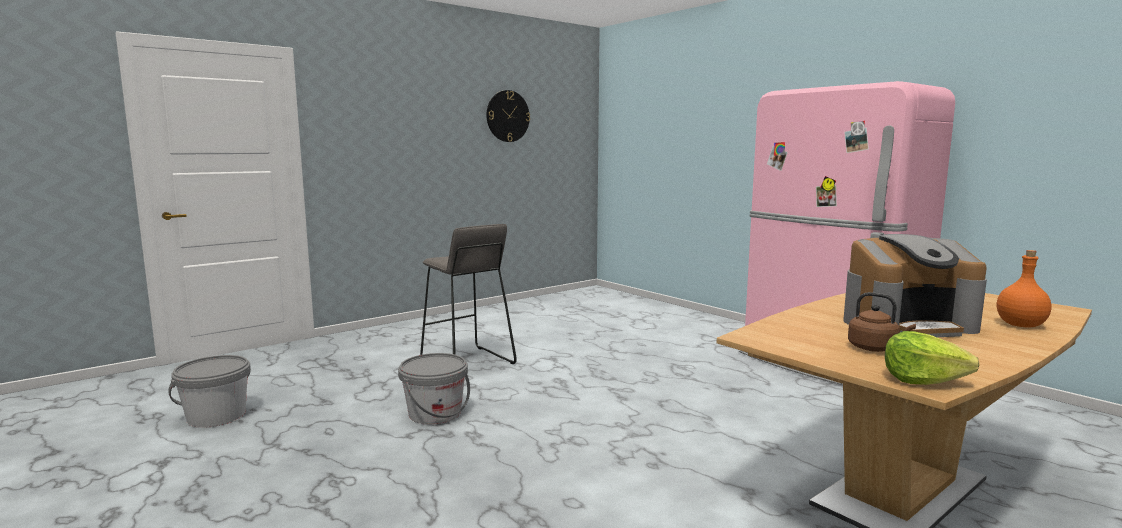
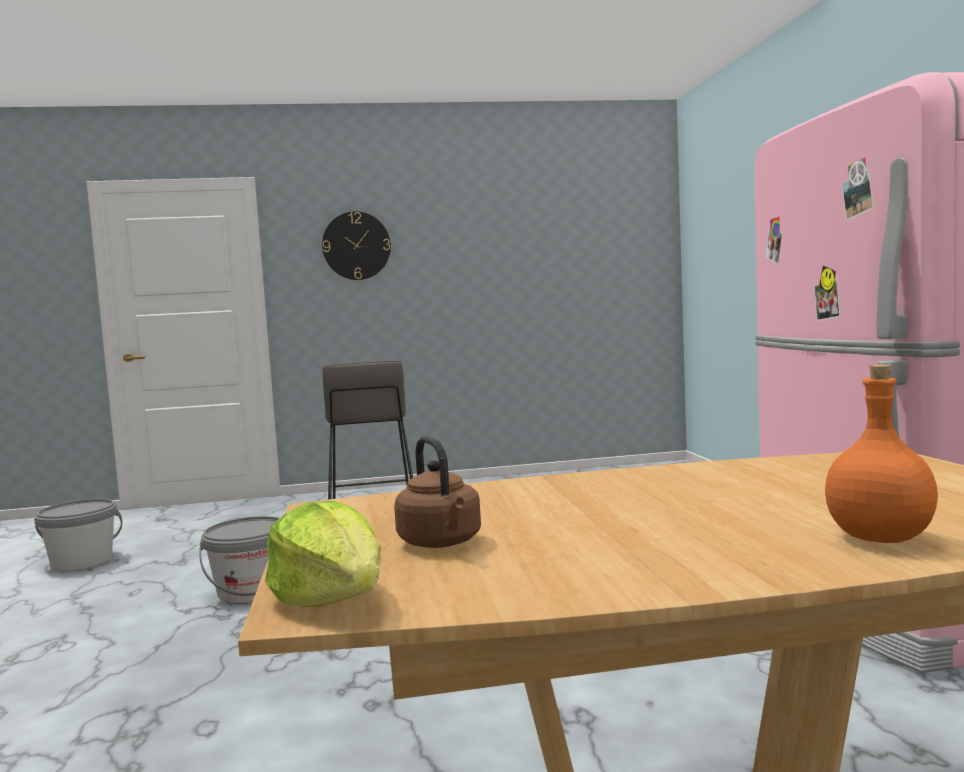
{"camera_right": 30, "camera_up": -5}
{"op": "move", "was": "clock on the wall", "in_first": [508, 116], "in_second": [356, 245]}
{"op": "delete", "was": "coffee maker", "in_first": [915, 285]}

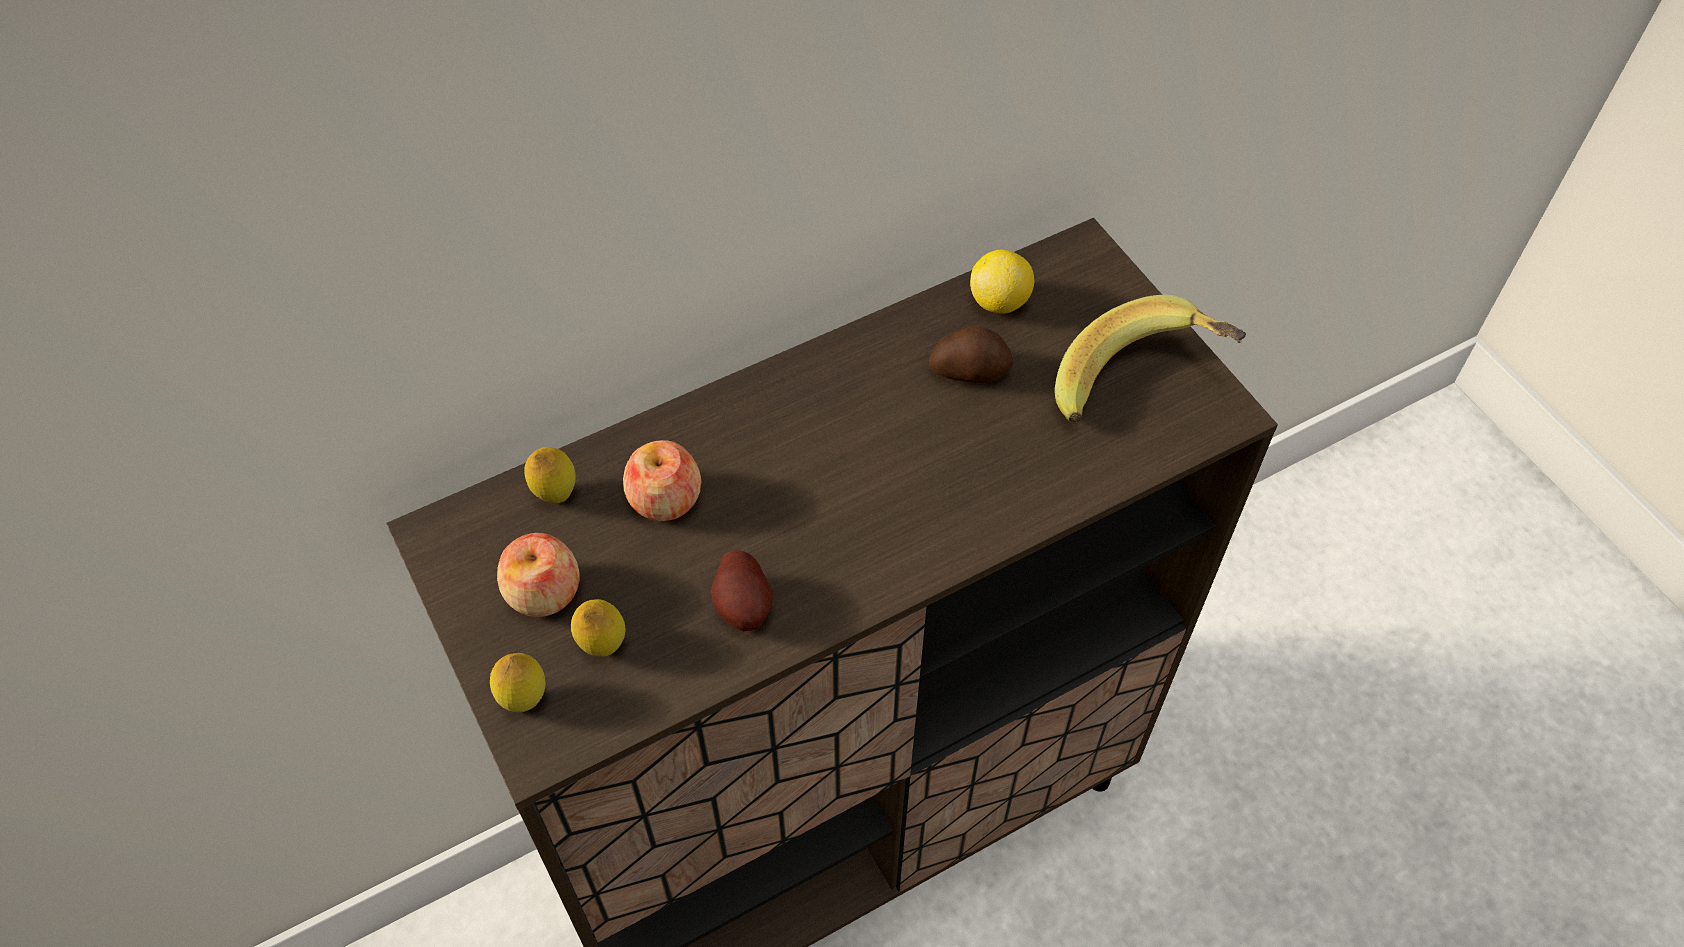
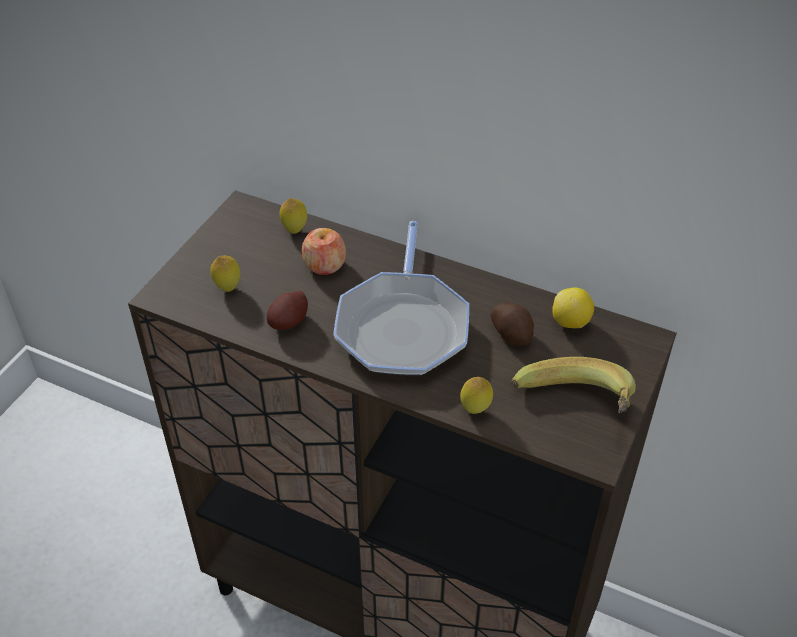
{"camera_right": 55, "camera_up": -10}
{"op": "delete", "was": "whole apple", "in_first": [538, 575]}
{"op": "move", "was": "lemon", "in_first": [518, 682], "in_second": [476, 395]}
{"op": "insert", "now": "skillet", "in_second": [401, 298]}

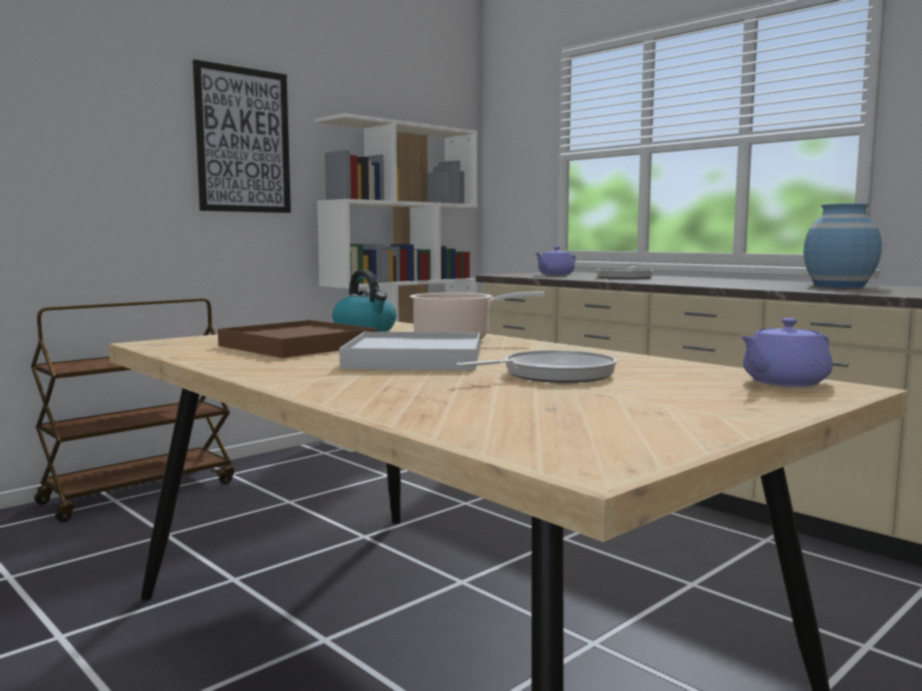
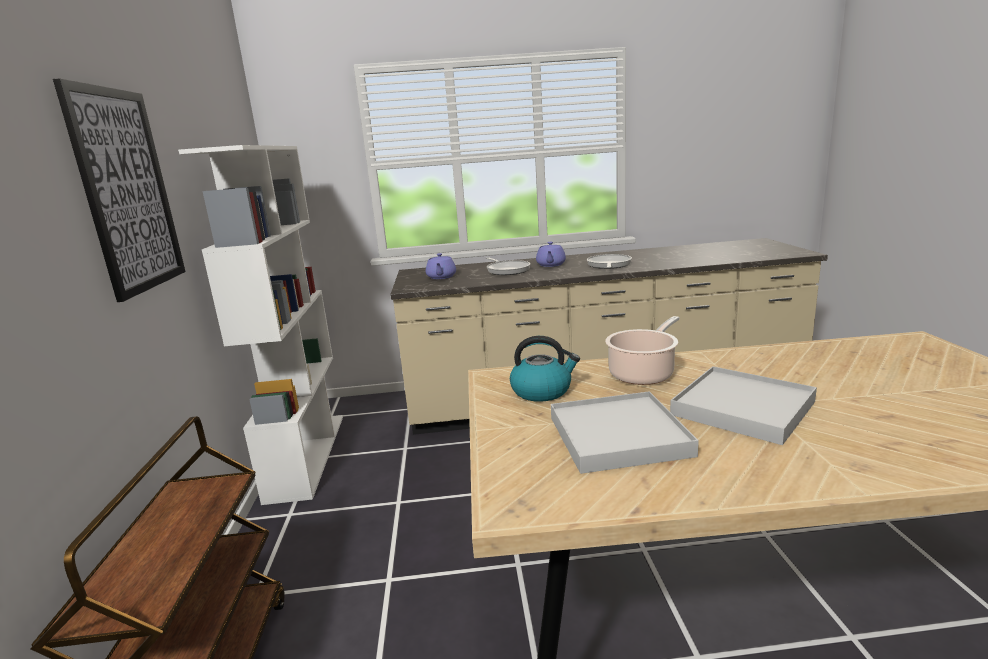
{"camera_right": -50, "camera_up": 10}
{"op": "delete", "was": "blue-coloured flower vase", "in_first": [842, 245]}
{"op": "move", "was": "purplish pot for tea", "in_first": [786, 352], "in_second": [551, 254]}
{"op": "recolor", "was": "brown-coloured tray", "now": "white-coloured tray", "in_first": [297, 339], "in_second": [625, 432]}
{"op": "move", "was": "skillet", "in_first": [536, 366], "in_second": [609, 261]}

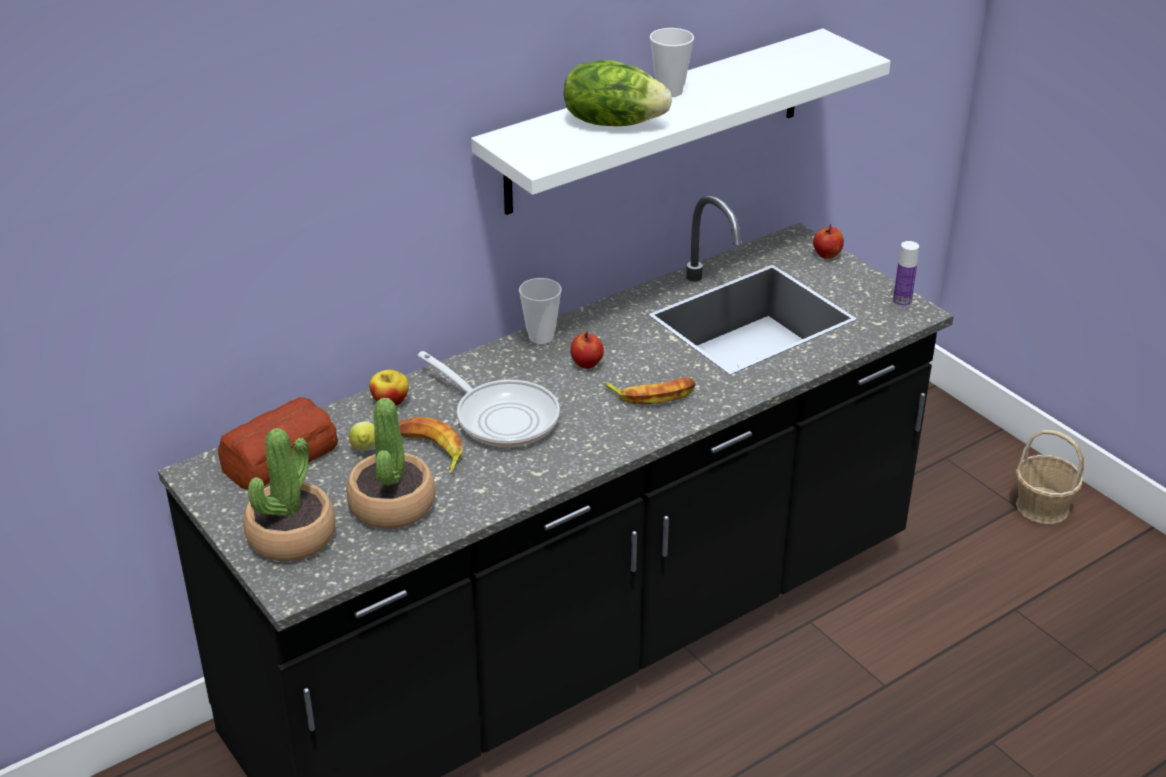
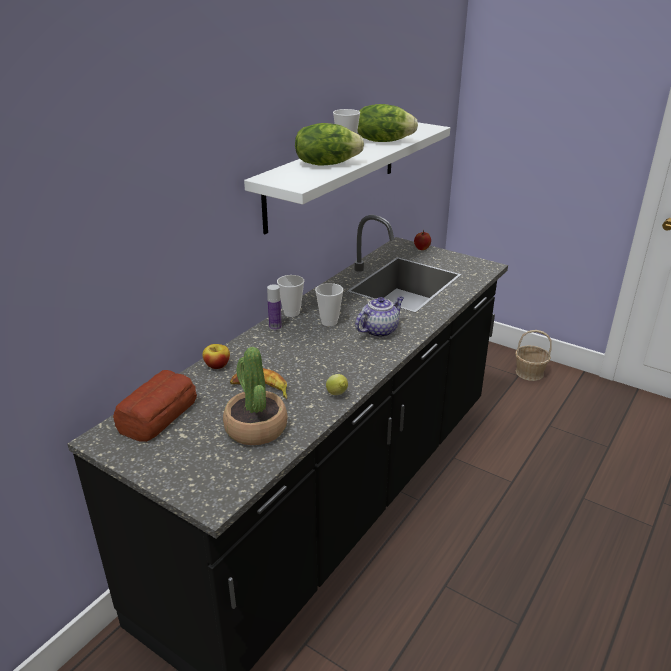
{"camera_right": -20, "camera_up": -5}
{"op": "move", "was": "beverage bottle", "in_first": [906, 274], "in_second": [274, 307]}
{"op": "replace", "was": "whole apple", "now": "cup", "in_first": [587, 350], "in_second": [329, 304]}
{"op": "delete", "was": "skillet", "in_first": [489, 399]}
{"op": "replace", "was": "banana fruit", "now": "pot for tea", "in_first": [650, 391], "in_second": [379, 317]}
{"op": "move", "was": "lemon", "in_first": [362, 436], "in_second": [337, 384]}
{"op": "delete", "was": "houseplant", "in_first": [289, 494]}
{"op": "insert", "now": "lettuce head", "in_second": [387, 123]}

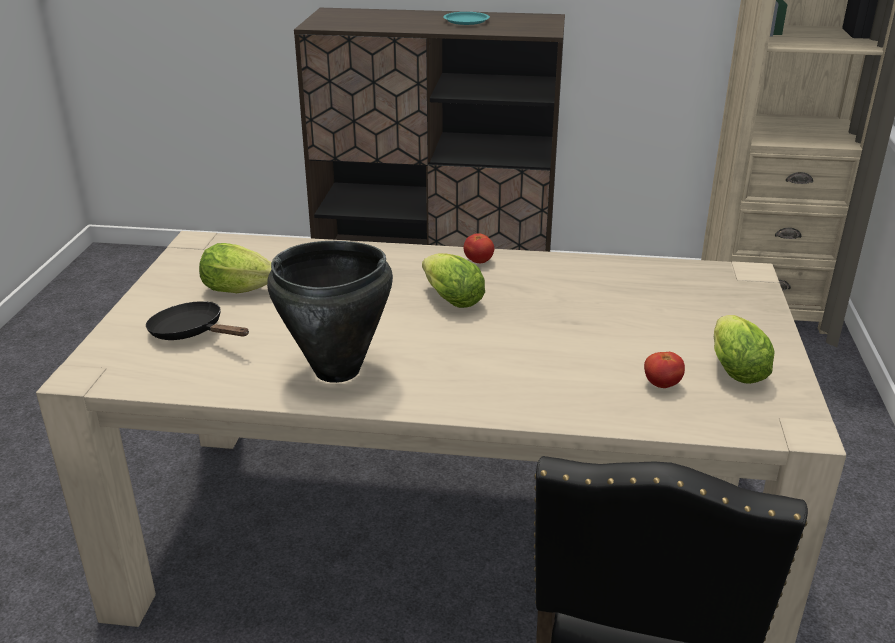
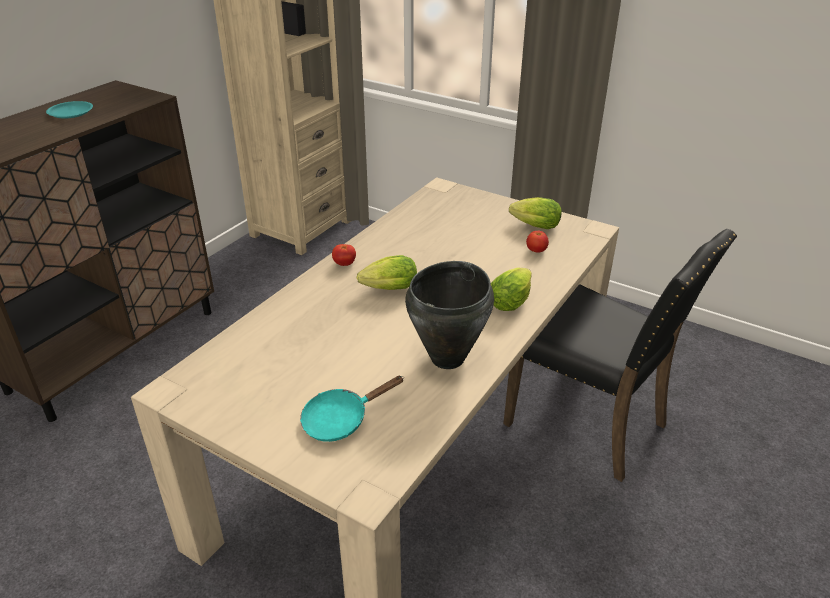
{"camera_right": -65, "camera_up": 5}
{"op": "move", "was": "lettuce head", "in_first": [235, 268], "in_second": [511, 289]}
{"op": "recolor", "was": "blackish skillet", "now": "blue-green skillet", "in_first": [197, 320], "in_second": [352, 409]}

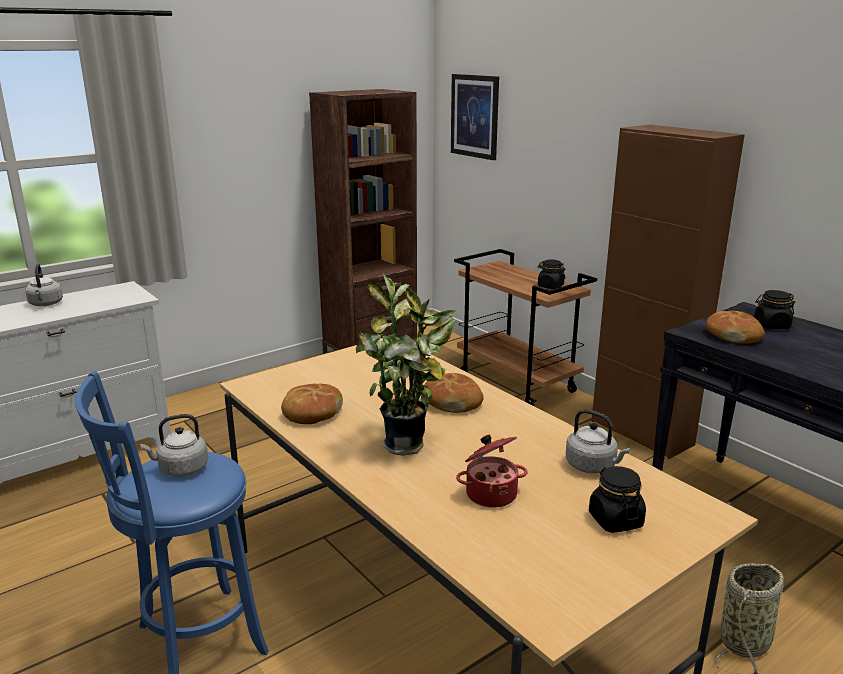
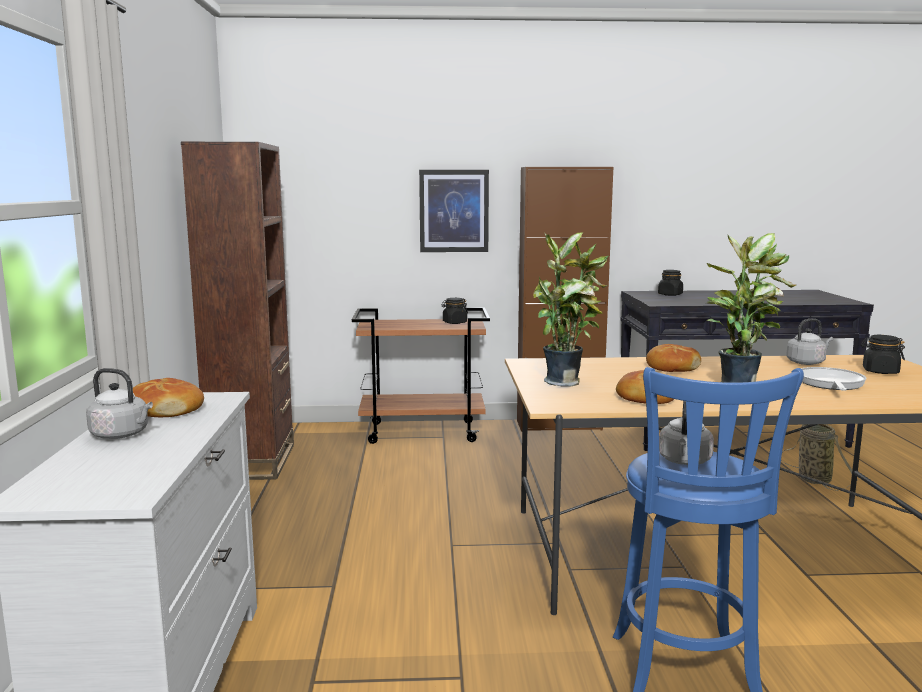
{"camera_right": -55, "camera_up": -10}
{"op": "move", "was": "wall art", "in_first": [475, 117], "in_second": [454, 211]}
{"op": "move", "was": "bread", "in_first": [735, 327], "in_second": [168, 397]}
{"op": "replace", "was": "stockpot", "now": "skillet", "in_first": [491, 471], "in_second": [833, 379]}
{"op": "insert", "now": "houseplant", "in_second": [570, 309]}

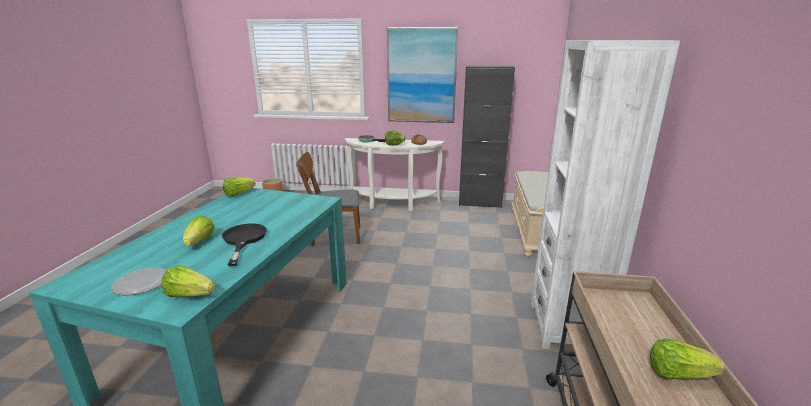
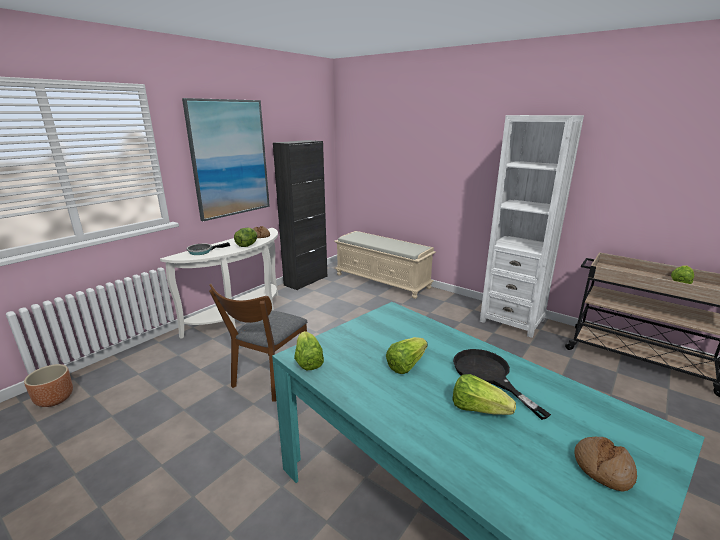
{"camera_right": -60, "camera_up": 0}
{"op": "rotate", "was": "blackish skillet", "in_first": [244, 245], "in_second": [502, 384], "clockwise": 45}
{"op": "move", "was": "lettuce head", "in_first": [188, 281], "in_second": [407, 355]}
{"op": "replace", "was": "flat dish", "now": "bread", "in_first": [139, 281], "in_second": [605, 464]}

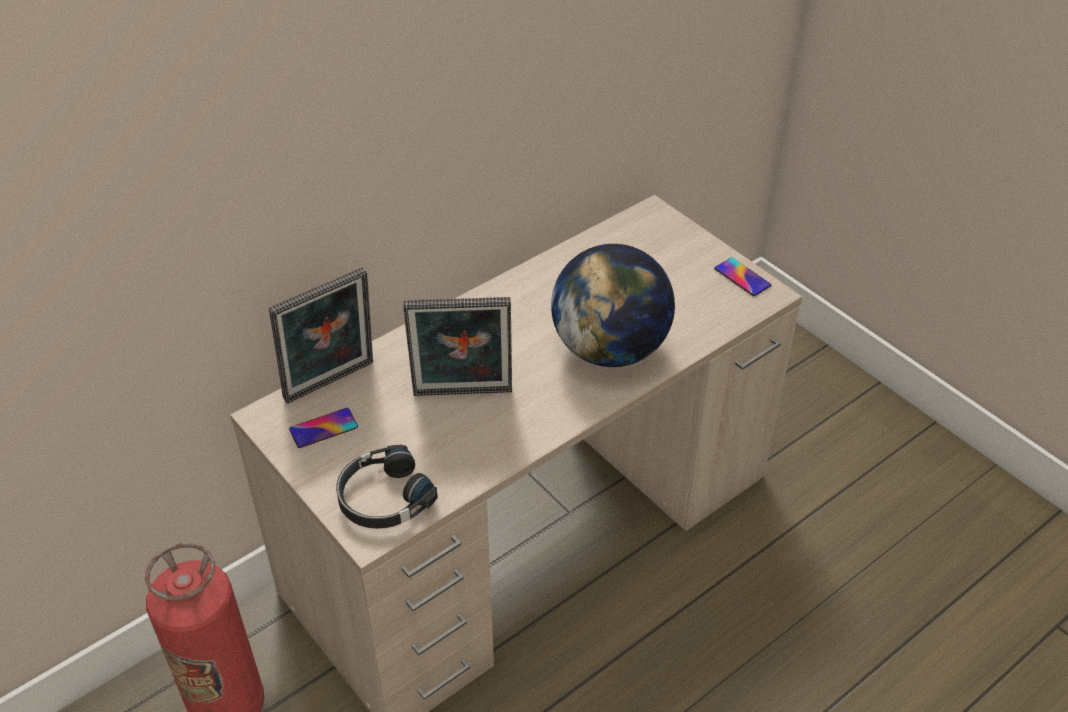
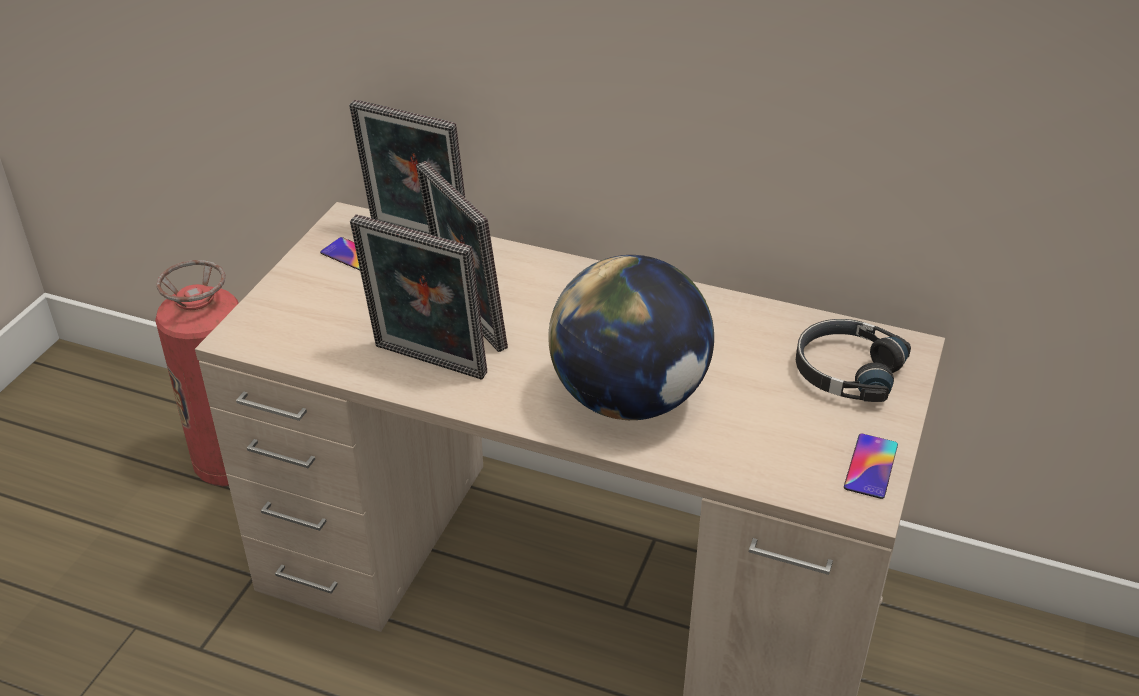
{"camera_right": 60, "camera_up": -5}
{"op": "move", "was": "blackish headset", "in_first": [387, 487], "in_second": [853, 360]}
{"op": "insert", "now": "picture frame", "in_second": [418, 297]}

